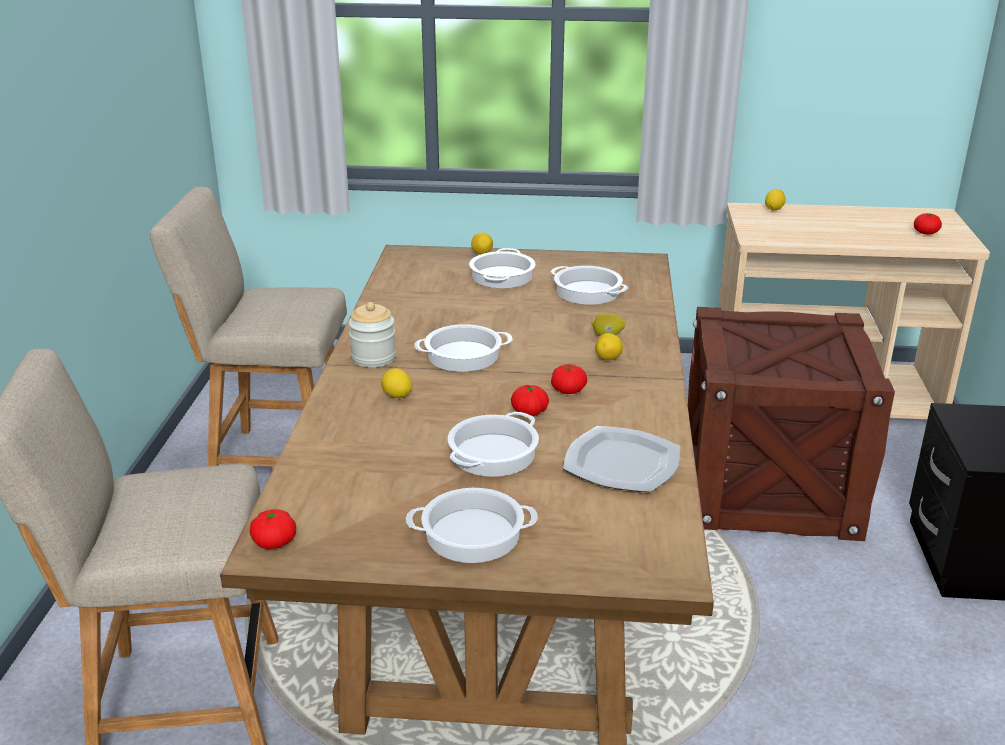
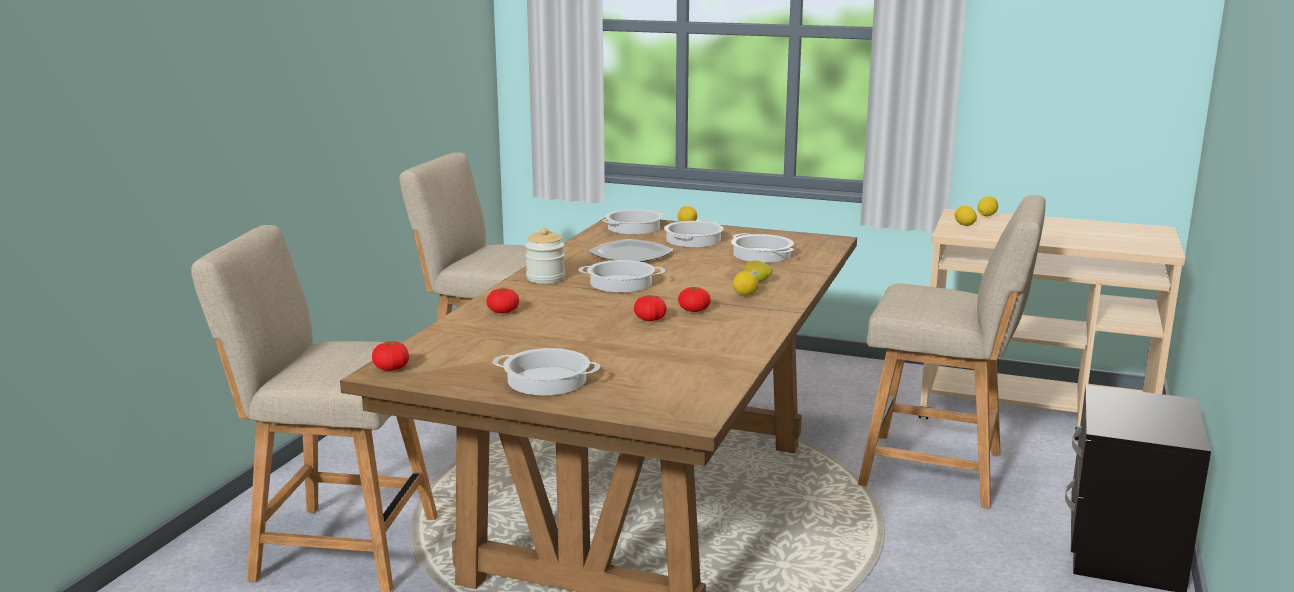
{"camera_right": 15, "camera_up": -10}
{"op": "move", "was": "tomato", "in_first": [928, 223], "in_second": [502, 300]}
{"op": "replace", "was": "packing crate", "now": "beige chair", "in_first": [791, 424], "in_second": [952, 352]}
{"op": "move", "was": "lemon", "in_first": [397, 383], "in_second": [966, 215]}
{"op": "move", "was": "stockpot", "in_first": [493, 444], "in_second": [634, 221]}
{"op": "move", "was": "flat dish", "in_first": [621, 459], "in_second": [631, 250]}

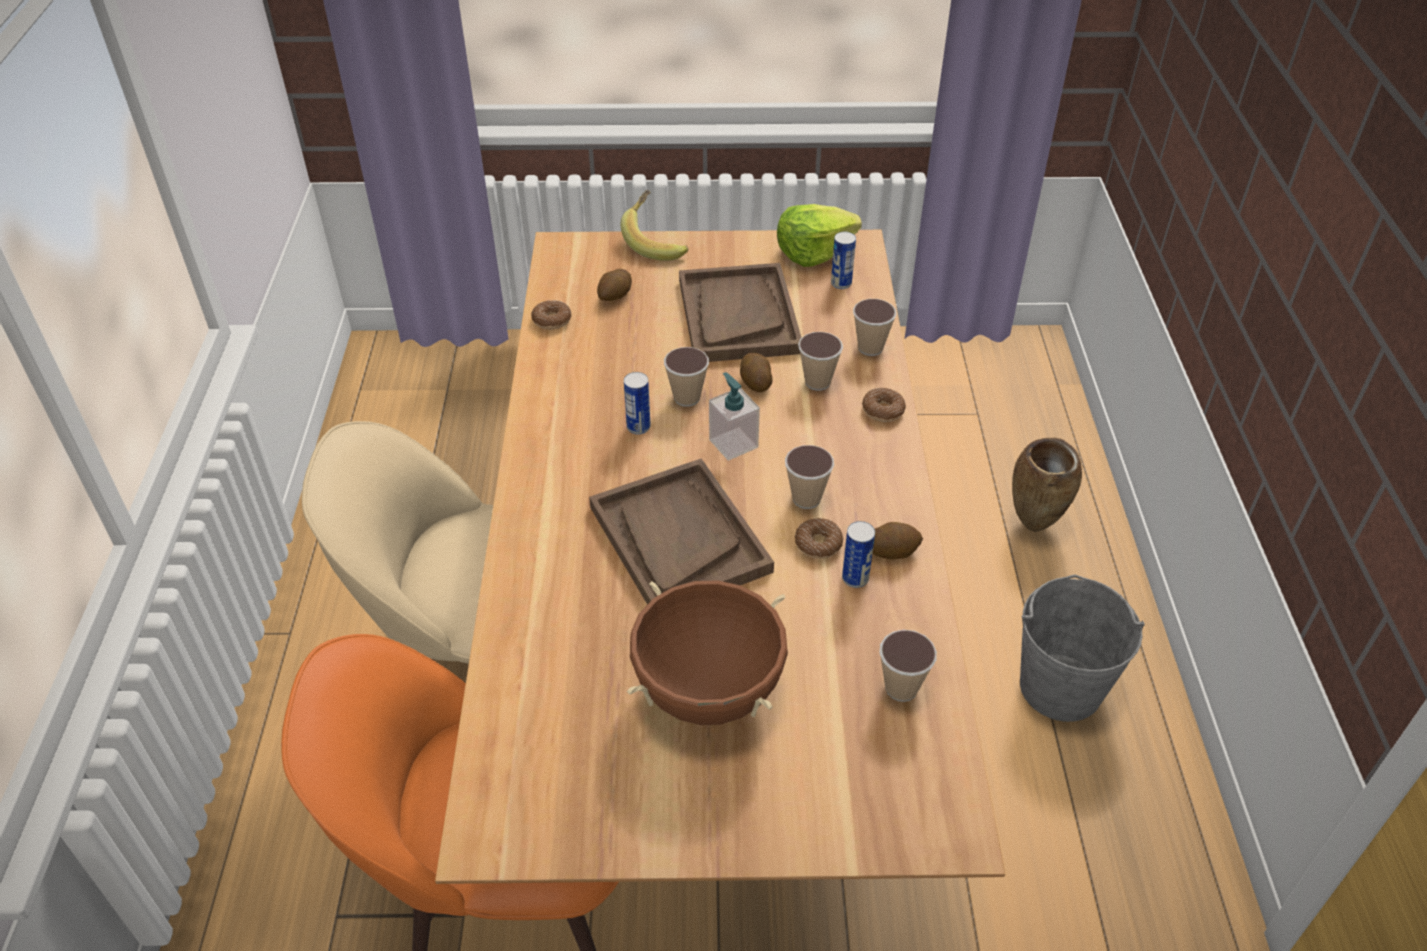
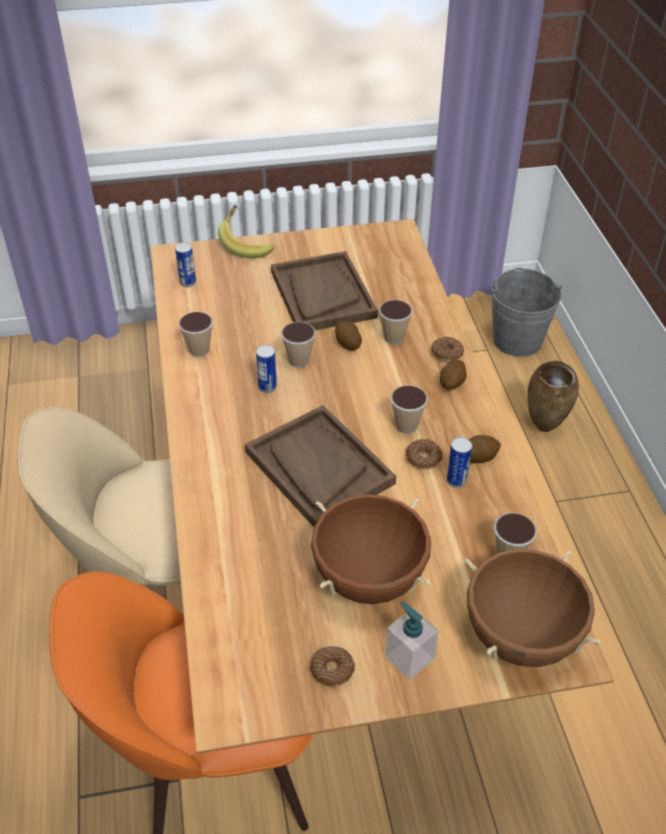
{"camera_right": -10, "camera_up": 0}
{"op": "delete", "was": "lettuce head", "in_first": [819, 235]}
{"op": "move", "was": "metal can", "in_first": [843, 260], "in_second": [185, 264]}
{"op": "move", "was": "spud", "in_first": [614, 285], "in_second": [453, 375]}
{"op": "move", "was": "cup", "in_first": [875, 327], "in_second": [196, 334]}
{"op": "move", "was": "ring doughnut", "in_first": [551, 315], "in_second": [332, 666]}
{"op": "move", "was": "liquid soap bottle", "in_first": [734, 416], "in_second": [412, 640]}
{"op": "move", "was": "greyish water bucket", "in_first": [1082, 648], "in_second": [526, 312]}
{"op": "insert", "now": "brown-coloured stockpot", "in_second": [533, 608]}

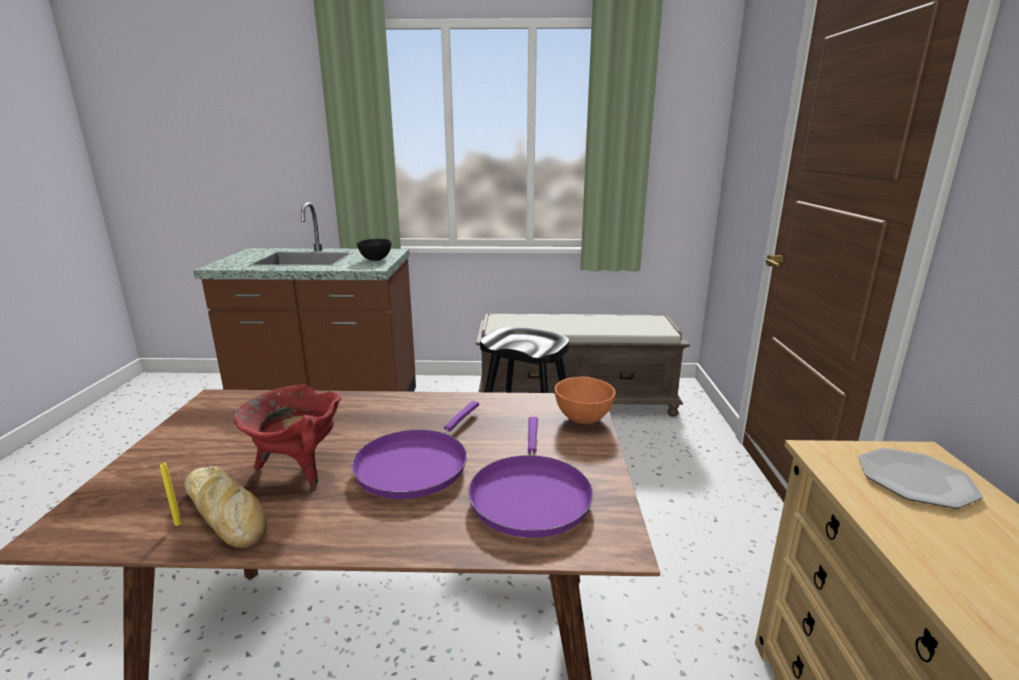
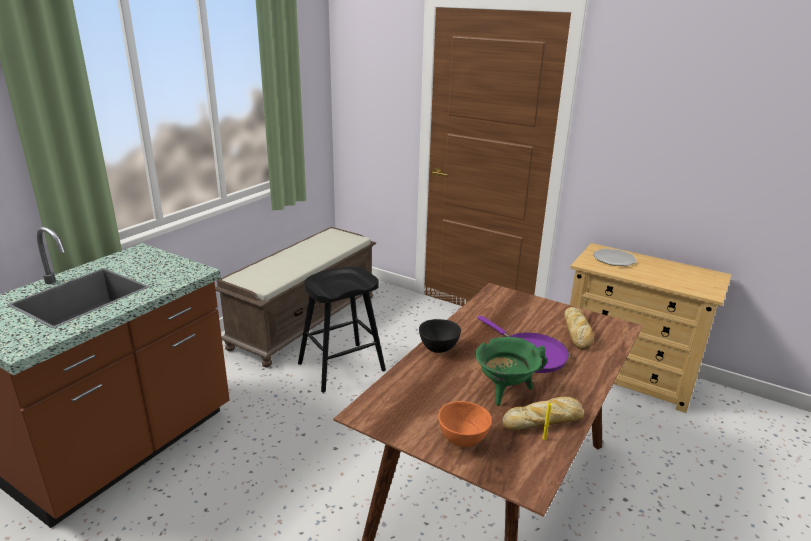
{"camera_right": -60, "camera_up": 5}
{"op": "move", "was": "blackish bowl", "in_first": [374, 250], "in_second": [440, 336]}
{"op": "move", "was": "orangey bowl", "in_first": [584, 400], "in_second": [465, 424]}
{"op": "recolor", "was": "reddish stockpot", "now": "greenish stockpot", "in_first": [287, 435], "in_second": [511, 371]}
{"op": "replace", "was": "purplish skillet", "now": "bread", "in_first": [530, 477], "in_second": [578, 328]}

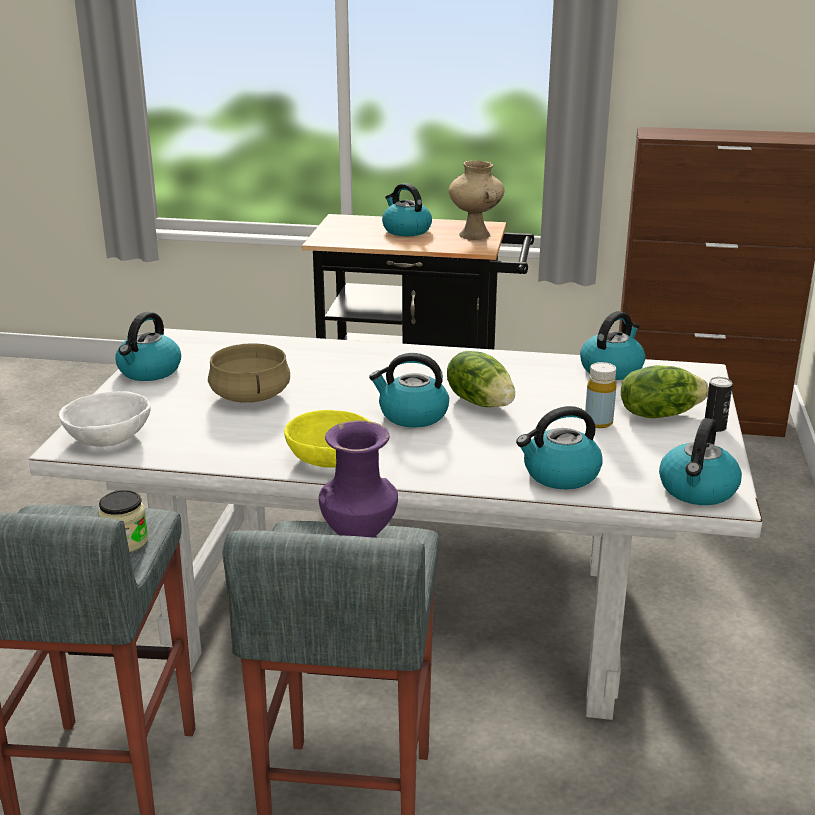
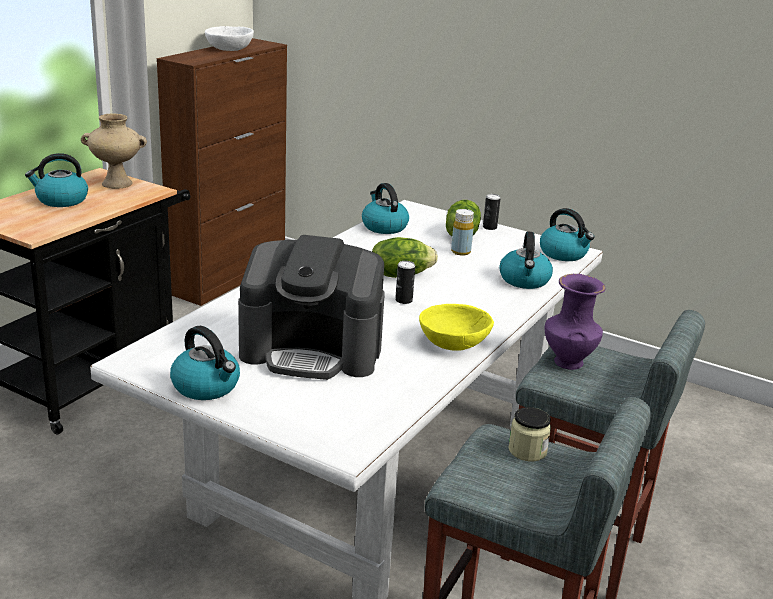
{"camera_right": -70, "camera_up": 0}
{"op": "replace", "was": "beige stockpot", "now": "coffee maker", "in_first": [249, 373], "in_second": [311, 307]}
{"op": "replace", "was": "kettle", "now": "metal can", "in_first": [409, 390], "in_second": [405, 282]}
{"op": "move", "was": "white-coloured bowl", "in_first": [105, 419], "in_second": [229, 38]}

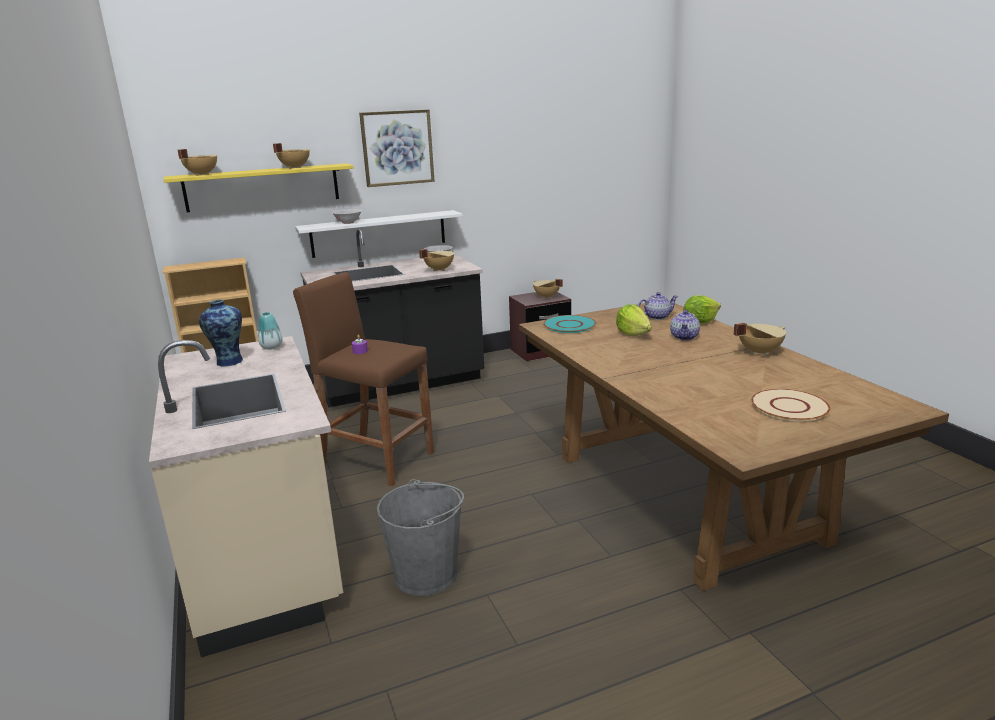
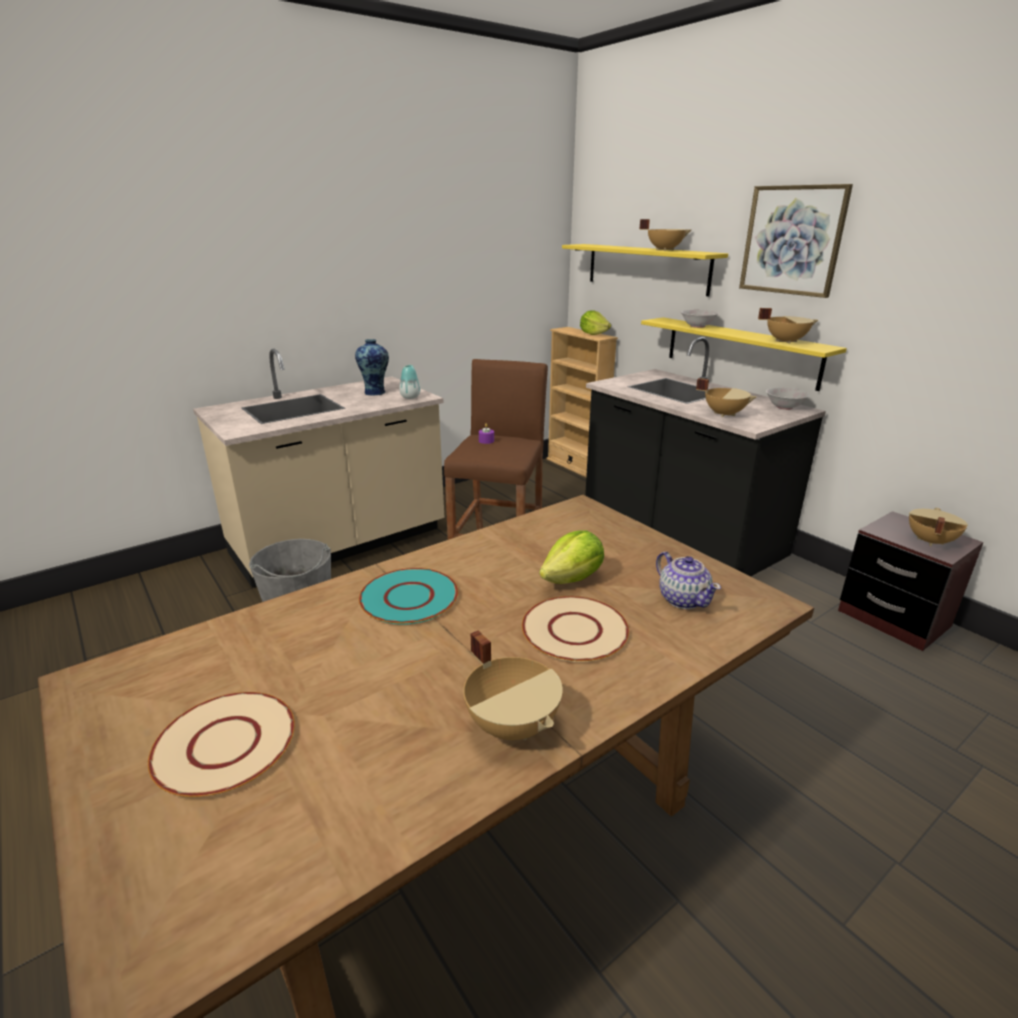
{"camera_right": 75, "camera_up": 5}
{"op": "move", "was": "beige stockpot", "in_first": [197, 162], "in_second": [788, 326]}
{"op": "recolor", "was": "white-coloured shelf", "now": "yellowish shelf", "in_first": [379, 234], "in_second": [744, 354]}
{"op": "move", "was": "lettuce head", "in_first": [702, 309], "in_second": [595, 322]}
{"op": "replace", "was": "pot for tea", "now": "beige flat dish", "in_first": [685, 325], "in_second": [575, 629]}
{"op": "move", "was": "blue-green flat dish", "in_first": [569, 324], "in_second": [408, 596]}

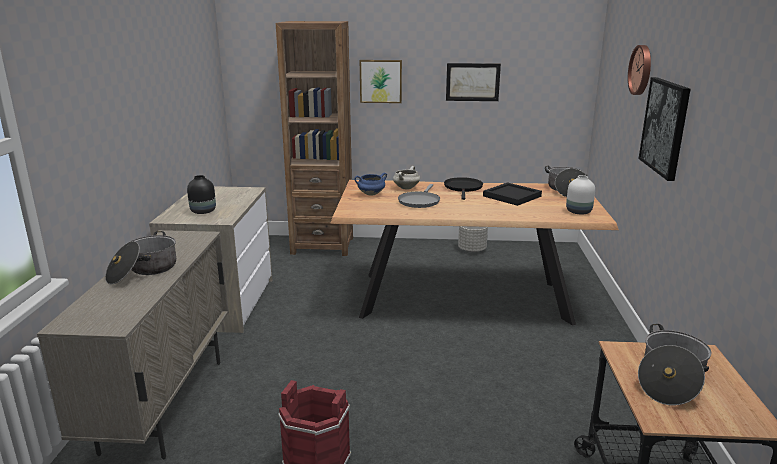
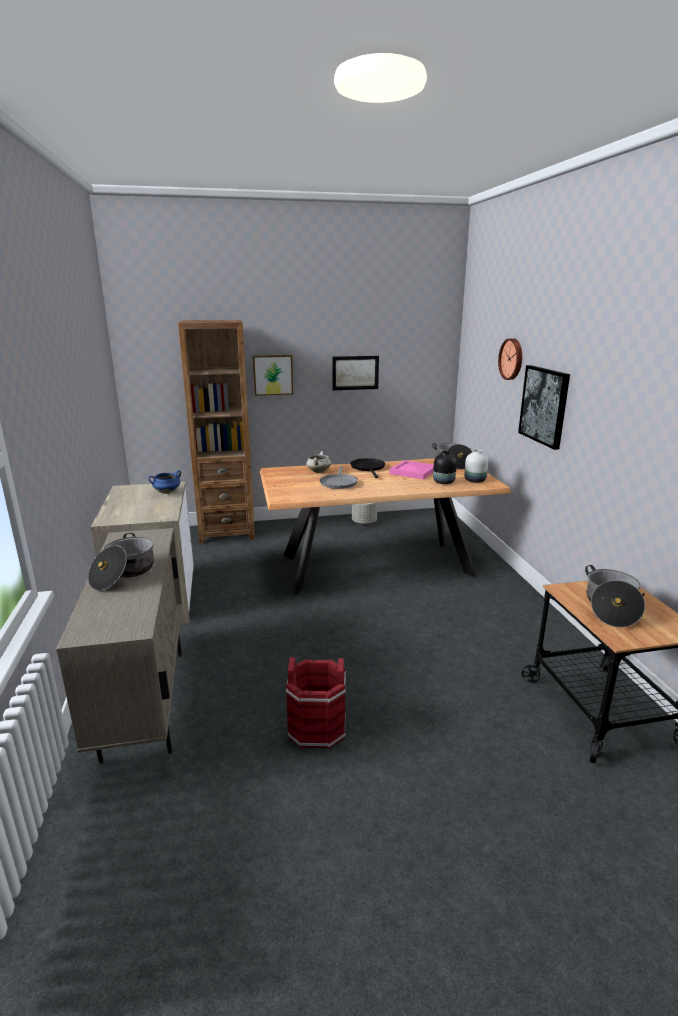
{"camera_right": -15, "camera_up": 0}
{"op": "move", "was": "blue-coloured stockpot", "in_first": [371, 184], "in_second": [164, 482]}
{"op": "move", "was": "blackish flower vase", "in_first": [201, 194], "in_second": [445, 467]}
{"op": "recolor", "was": "blackish tray", "now": "pink-coloured tray", "in_first": [512, 194], "in_second": [411, 470]}

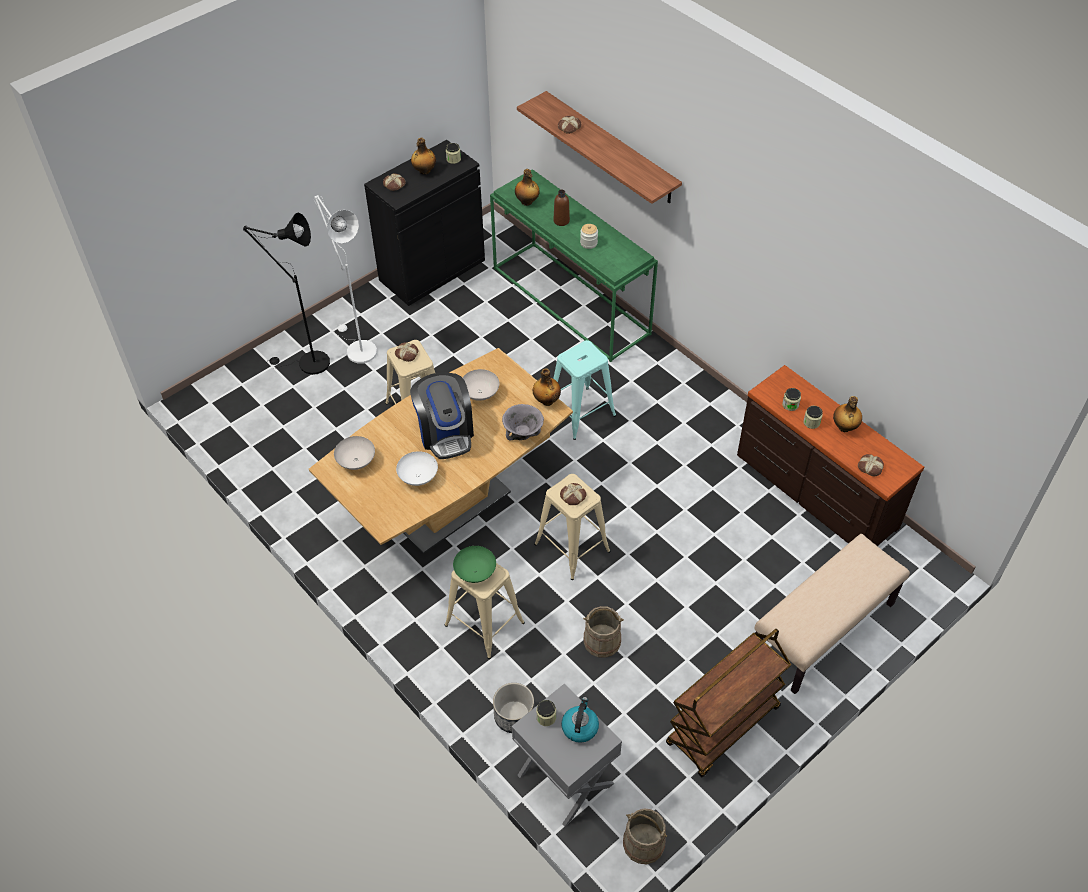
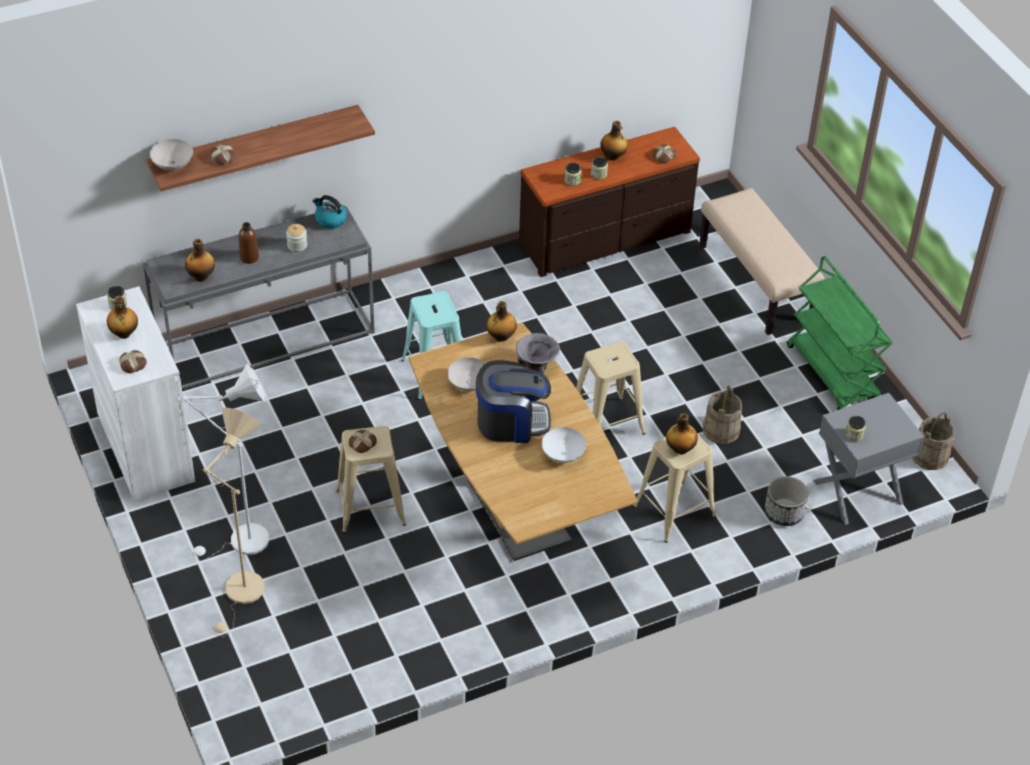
{"camera_right": -75, "camera_up": -5}
{"op": "recolor", "was": "blackish cupboard", "now": "white-coloured cupboard", "in_first": [424, 223], "in_second": [135, 393]}
{"op": "recolor", "was": "greenish hall table", "now": "greyish hall table", "in_first": [574, 265], "in_second": [259, 297]}
{"op": "recolor", "was": "blackish standing lamp", "now": "beige standing lamp", "in_first": [286, 293], "in_second": [233, 522]}
{"op": "move", "was": "white-coloured bowl", "in_first": [354, 453], "in_second": [171, 154]}
{"op": "delete", "was": "bread", "in_first": [573, 494]}
{"op": "replace", "was": "greenish bowl", "now": "beverage bottle", "in_first": [474, 564], "in_second": [682, 433]}
{"op": "recolor", "was": "brown-coloured trolley", "now": "greenish trolley", "in_first": [728, 703], "in_second": [839, 333]}
{"op": "move", "was": "kettle", "in_first": [580, 720], "in_second": [330, 212]}

